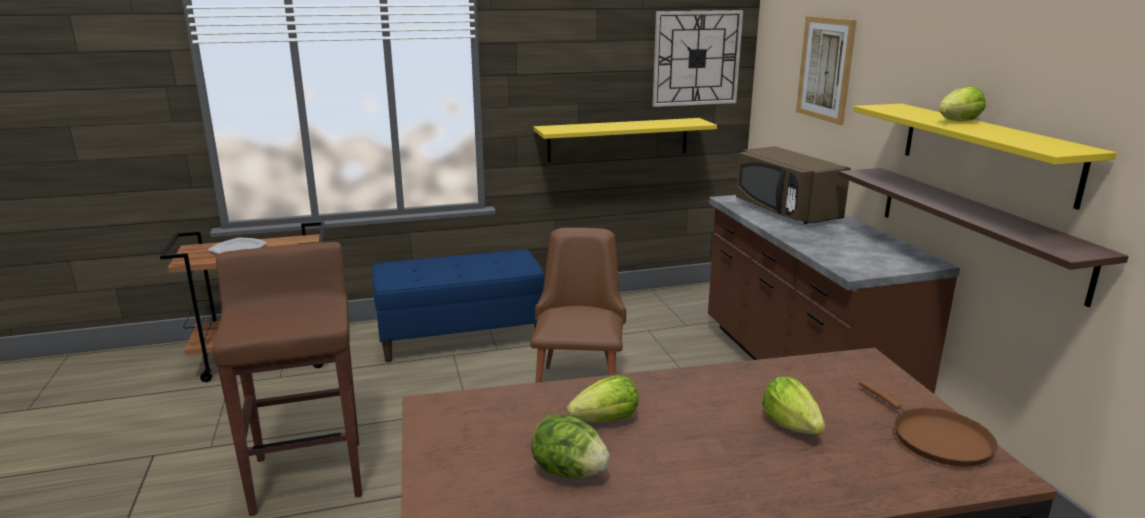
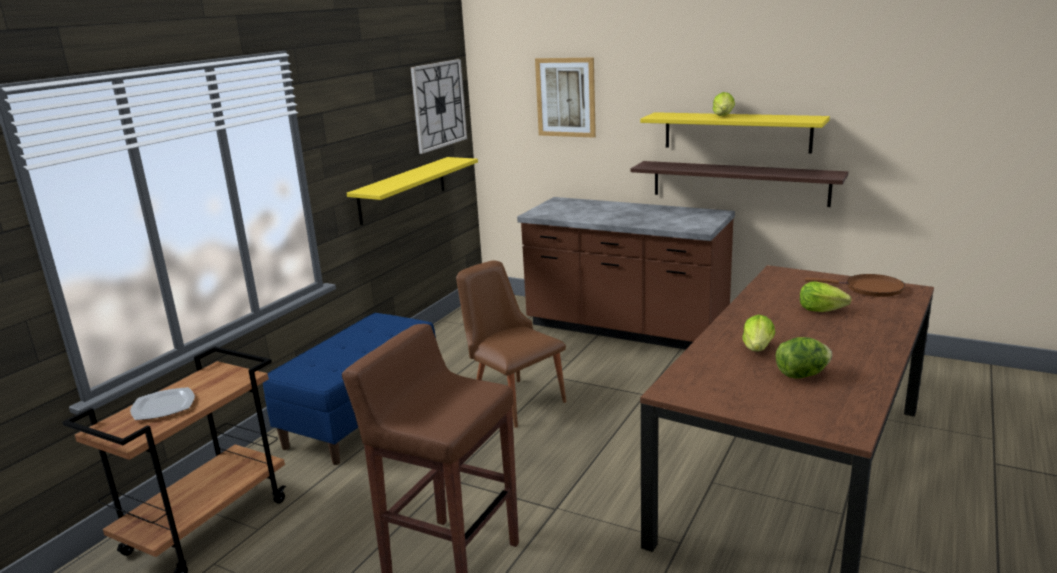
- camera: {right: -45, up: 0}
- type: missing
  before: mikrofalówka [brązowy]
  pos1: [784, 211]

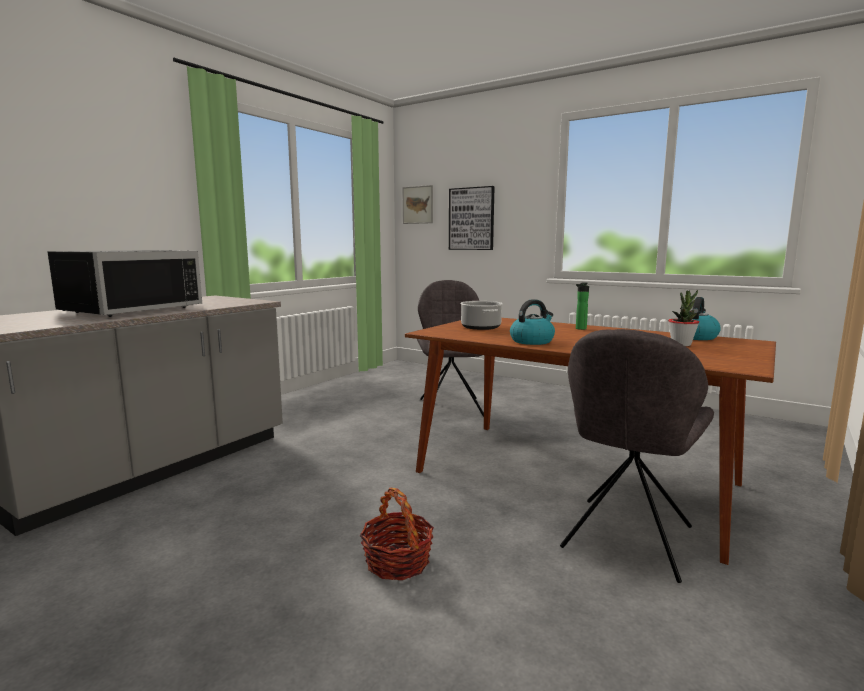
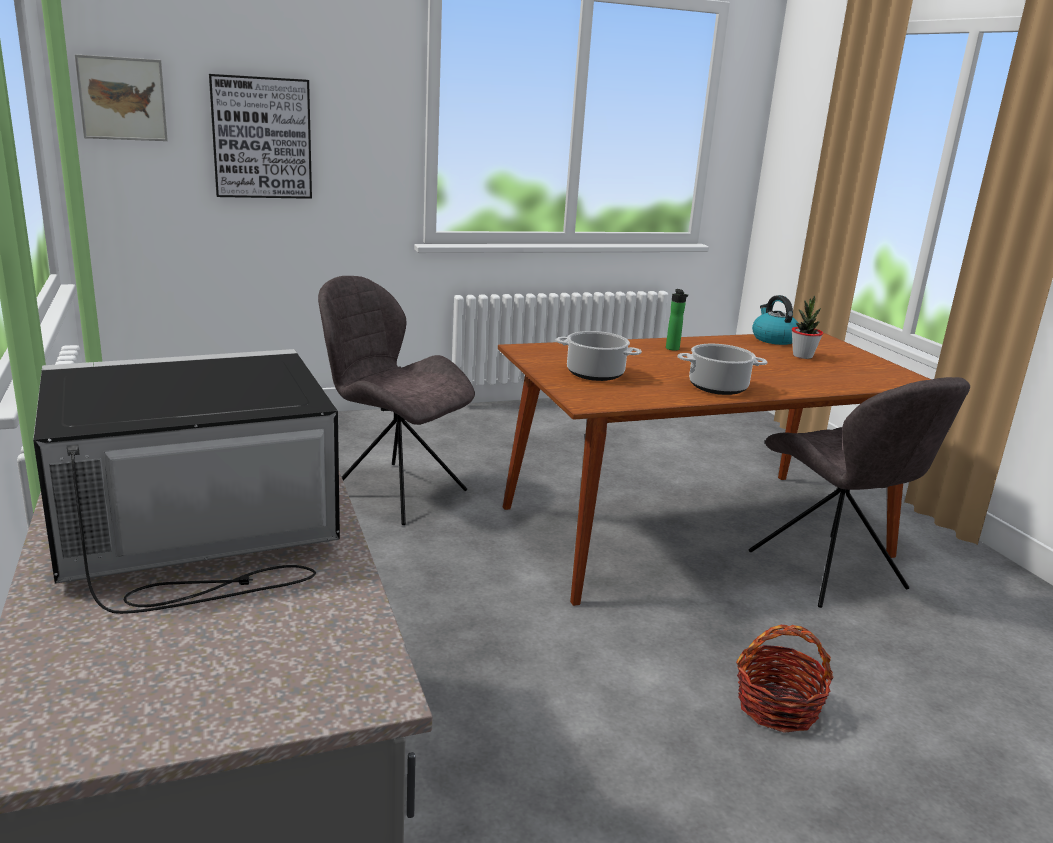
- camera: {right: -55, up: 10}
- type: exchanged
  before: czajnik
  after: garnek
  pos1: [532, 341]
  pos2: [717, 387]
- type: spun
  before: mikrofalówka [czarny]
  pos1: [128, 309]
  pos2: [195, 532]
  turn: -90

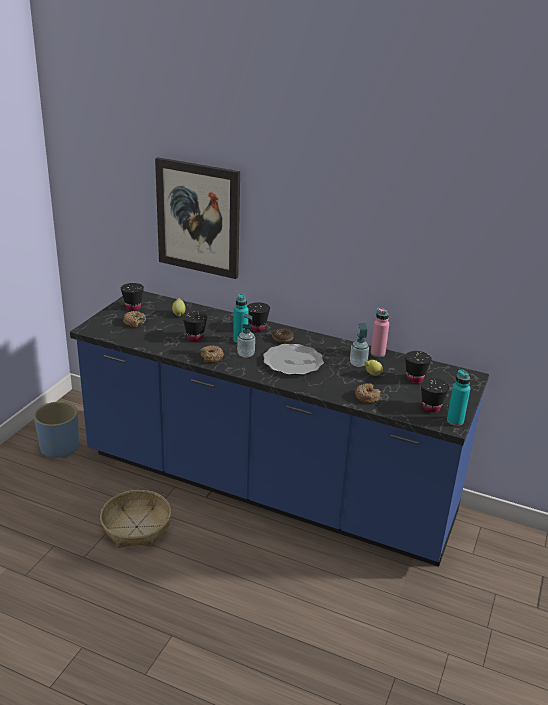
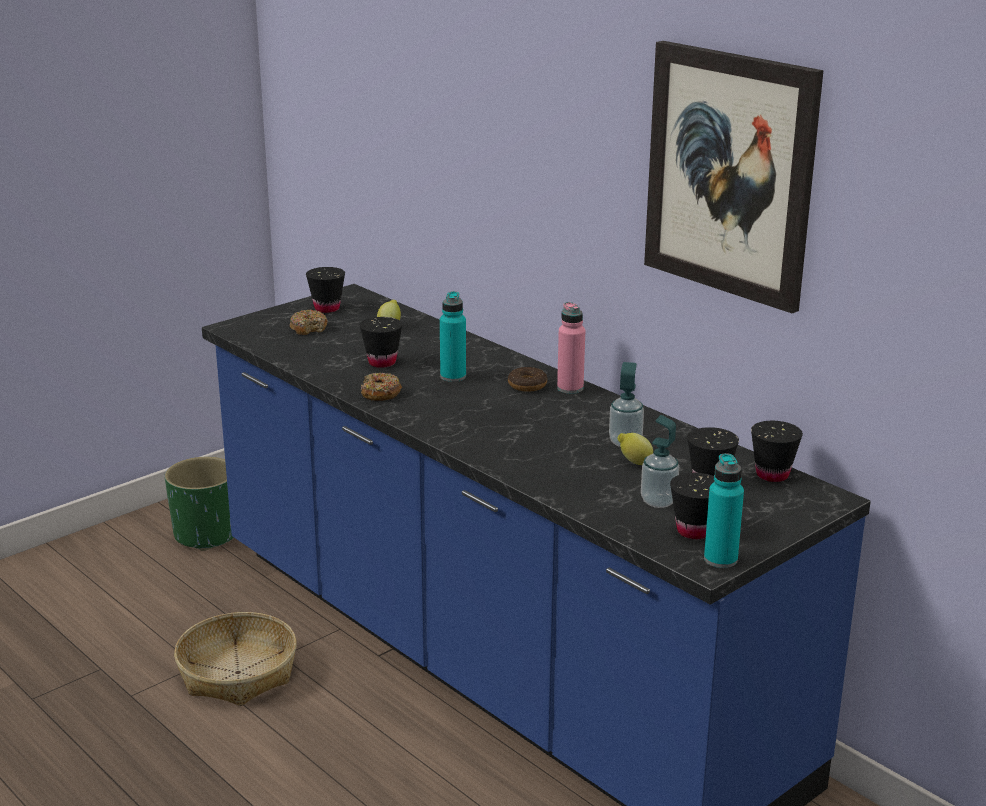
- camera: {right: 25, up: -5}
- type: missing
  before: talerz
  pos1: [292, 362]
- type: missing
  before: donut
  pos1: [367, 397]
- type: relocated
  before: obraz
  pos1: [198, 218]
  pos2: [730, 174]
- type: relocated
  before: dozownik mydła
  pos1: [246, 354]
  pos2: [658, 501]
- type: relocated
  before: filiżanka [czarny]
  pos1: [257, 328]
  pos2: [772, 475]
- type: relocated
  before: butelka [różowy]
  pos1: [377, 354]
  pos2: [570, 388]
- type: colour
  before: donica [niebieski]
  after: donica [zielony]
  pos1: [60, 448]
  pos2: [207, 535]

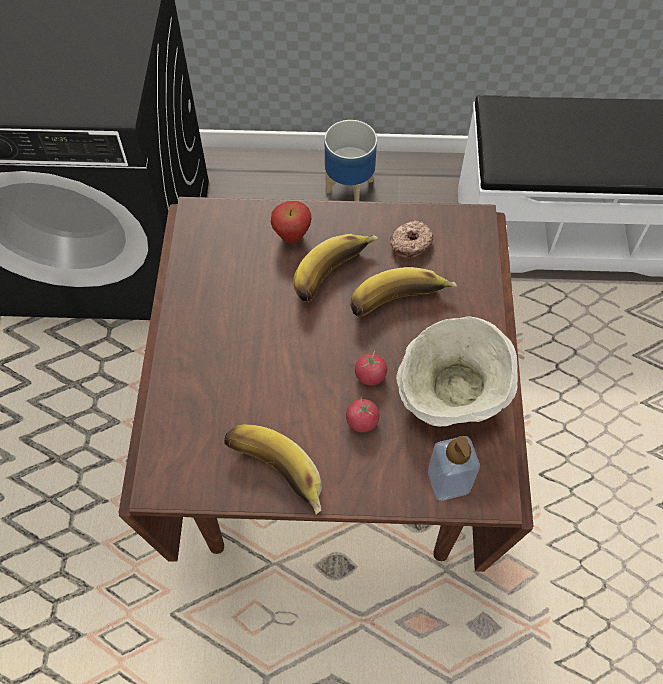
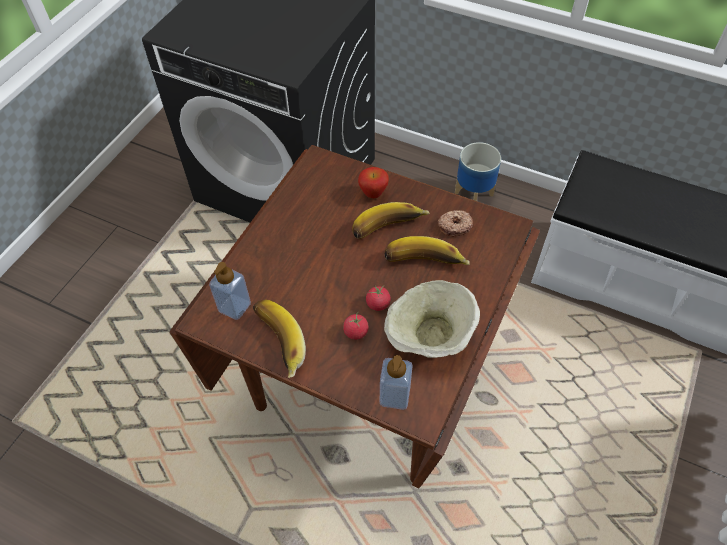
- camera: {right: 25, up: -5}
- type: appeared
  after: dozownik mydła
  pos2: [234, 307]

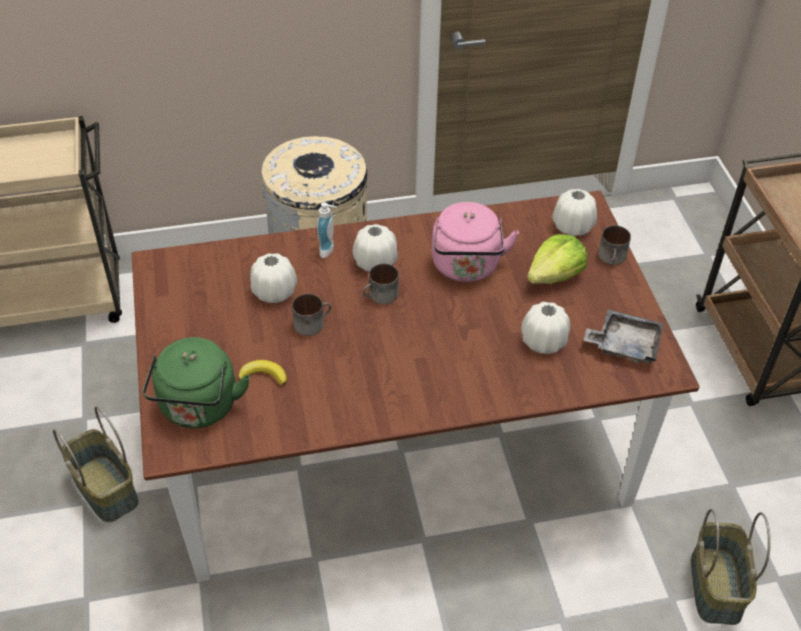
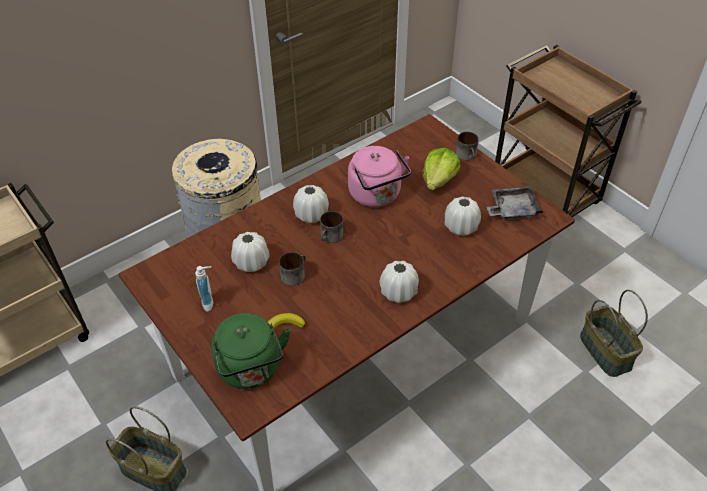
- camera: {right: -25, up: 0}
- type: relocated
  before: dozownik mydła
  pos1: [329, 250]
  pos2: [210, 302]
- type: relocated
  before: wazon [biały]
  pos1: [572, 226]
  pos2: [398, 292]

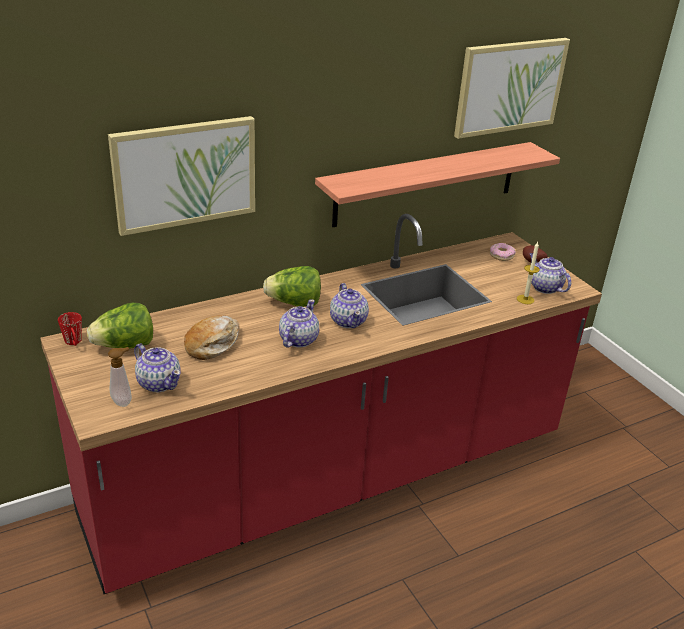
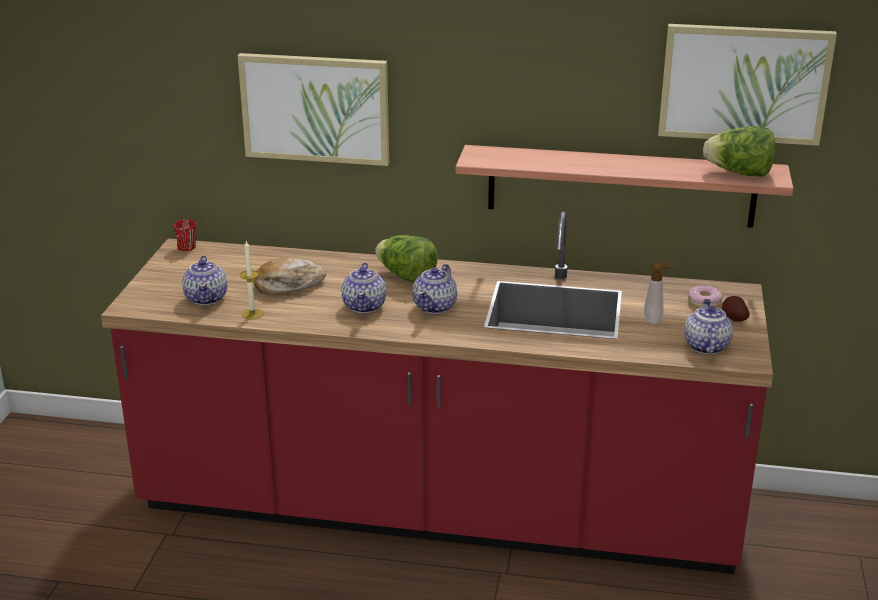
- camera: {right: 40, up: -5}
- type: relocated
  before: sałata
  pos1: [125, 346]
  pos2: [739, 173]
- type: relocated
  before: dozownik mydła
  pos1: [123, 401]
  pos2: [654, 320]
- type: relocated
  before: świeca
  pos1: [525, 299]
  pos2: [252, 314]
- type: spun
  before: imbryk
  pos1: [298, 340]
  pos2: [364, 306]
  turn: 120

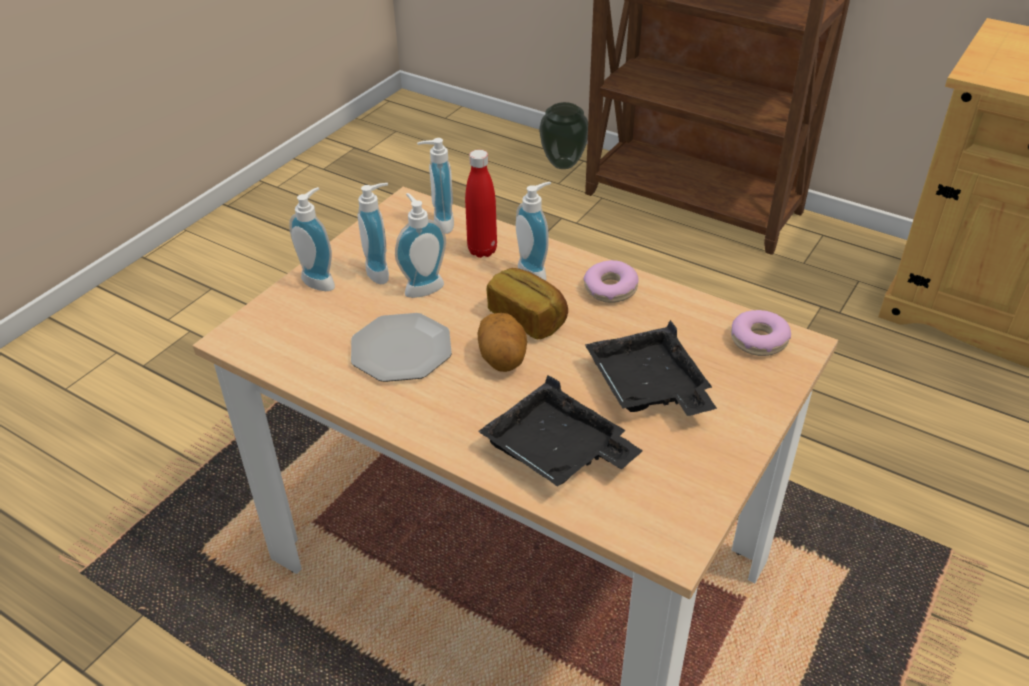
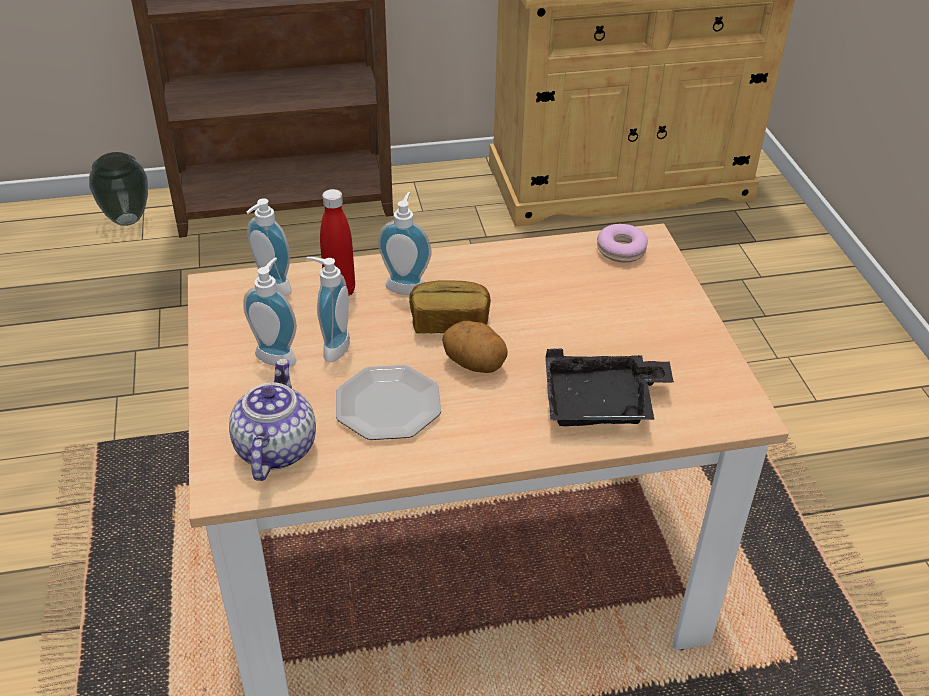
- camera: {right: -45, up: 0}
- type: missing
  before: dozownik mydła
  pos1: [321, 280]
- type: missing
  before: donut
  pos1: [610, 289]
- type: missing
  before: taca [czarny]
  pos1: [648, 387]
- type: appeared
  after: imbryk
  pos2: [274, 448]

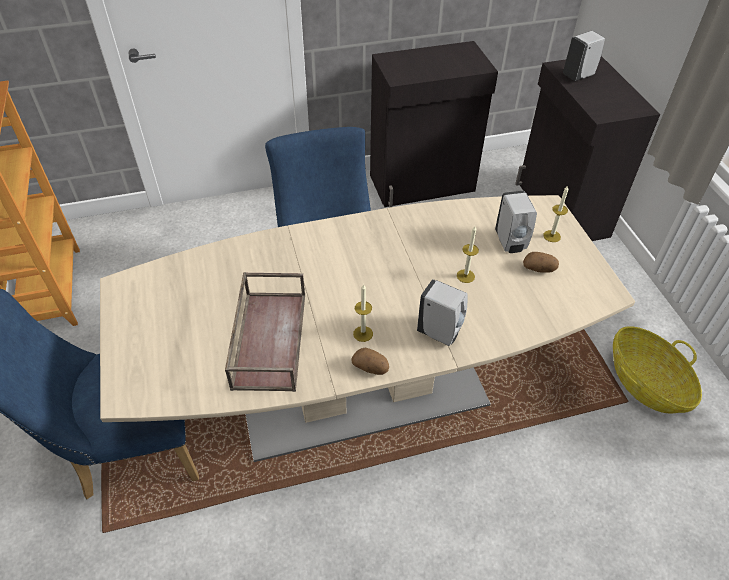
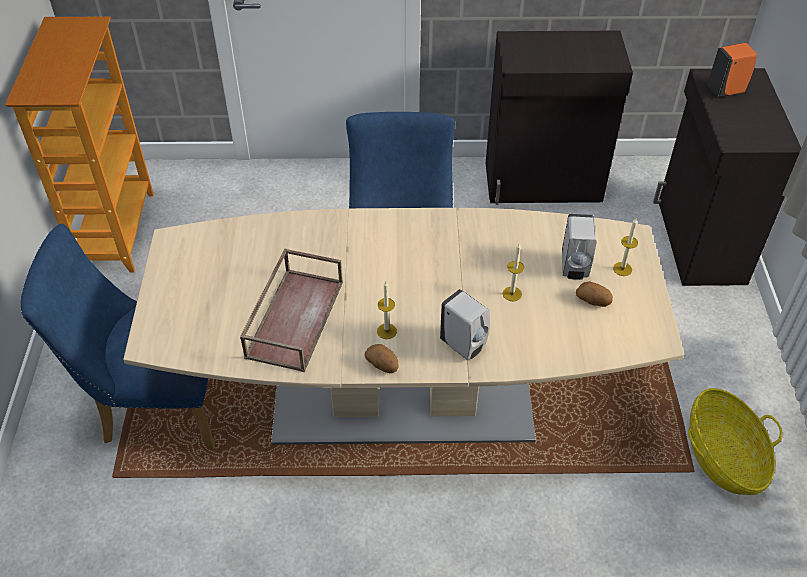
- camera: {right: 15, up: 0}
- type: colour
  before: dozownik mydła [biały]
  after: dozownik mydła [pomarańczowy]
  pos1: [579, 75]
  pos2: [726, 91]

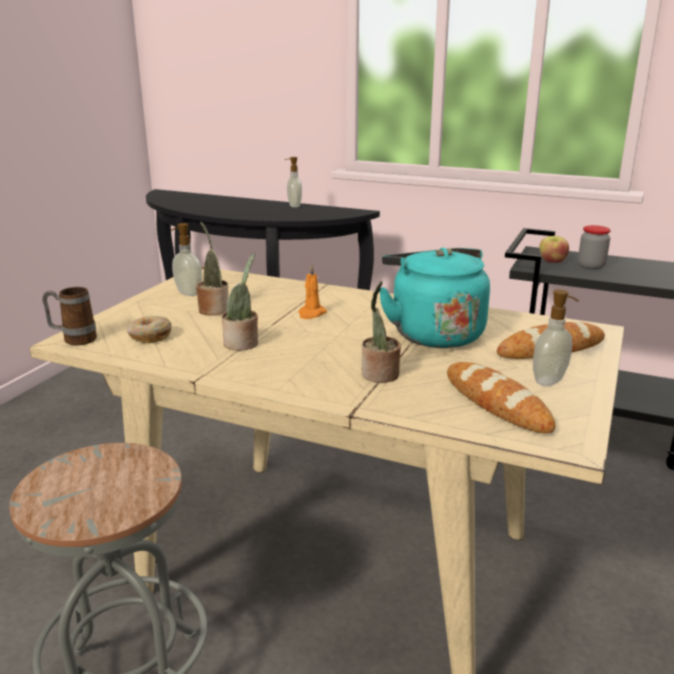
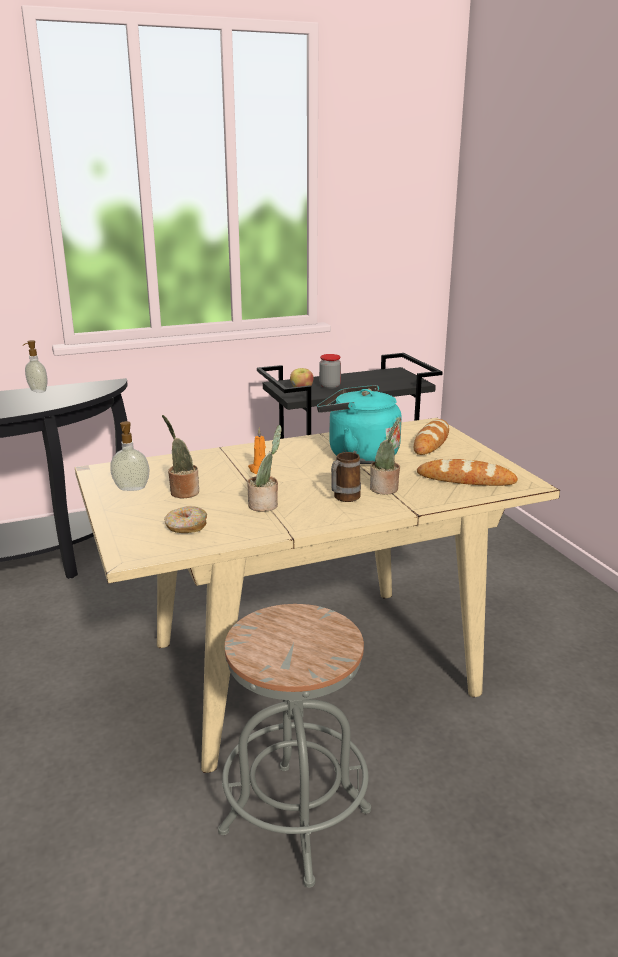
- camera: {right: -45, up: 0}
- type: missing
  before: dozownik mydła
  pos1: [550, 381]
- type: relocated
  before: kubek
  pos1: [73, 340]
  pos2: [343, 499]

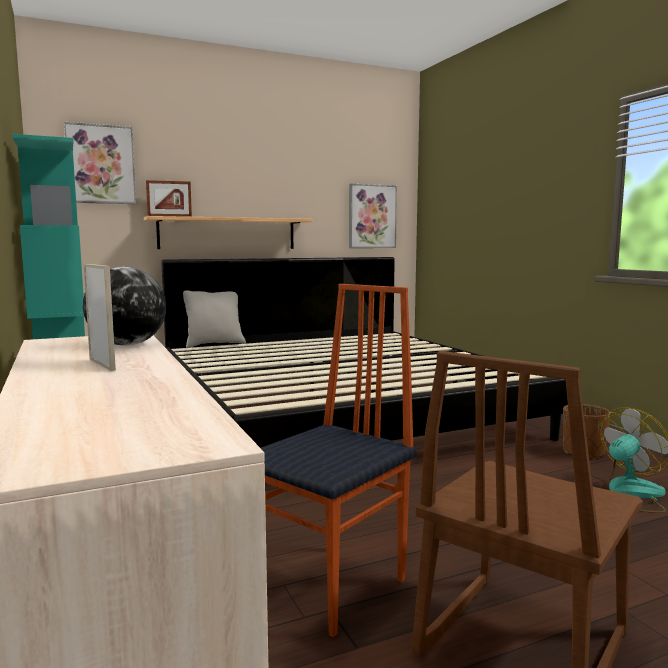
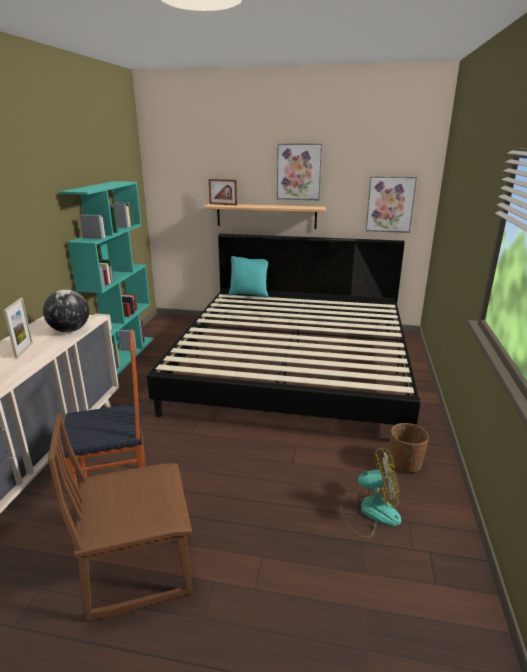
- camera: {right: 35, up: 15}
- type: relocated
  before: obraz
  pos1: [100, 164]
  pos2: [298, 172]
- type: colour
  before: poduszka [szary]
  after: poduszka [turkusowy]
  pos1: [214, 344]
  pos2: [249, 294]

